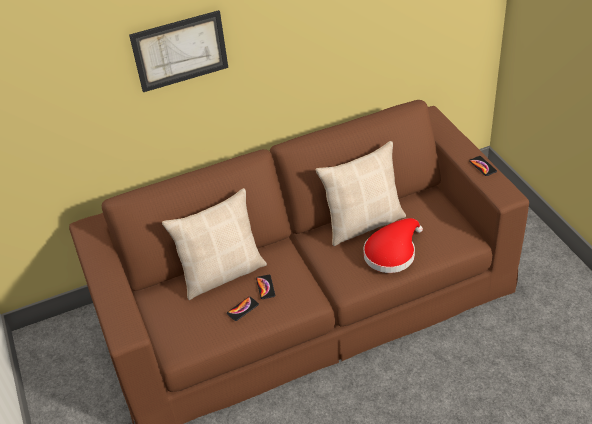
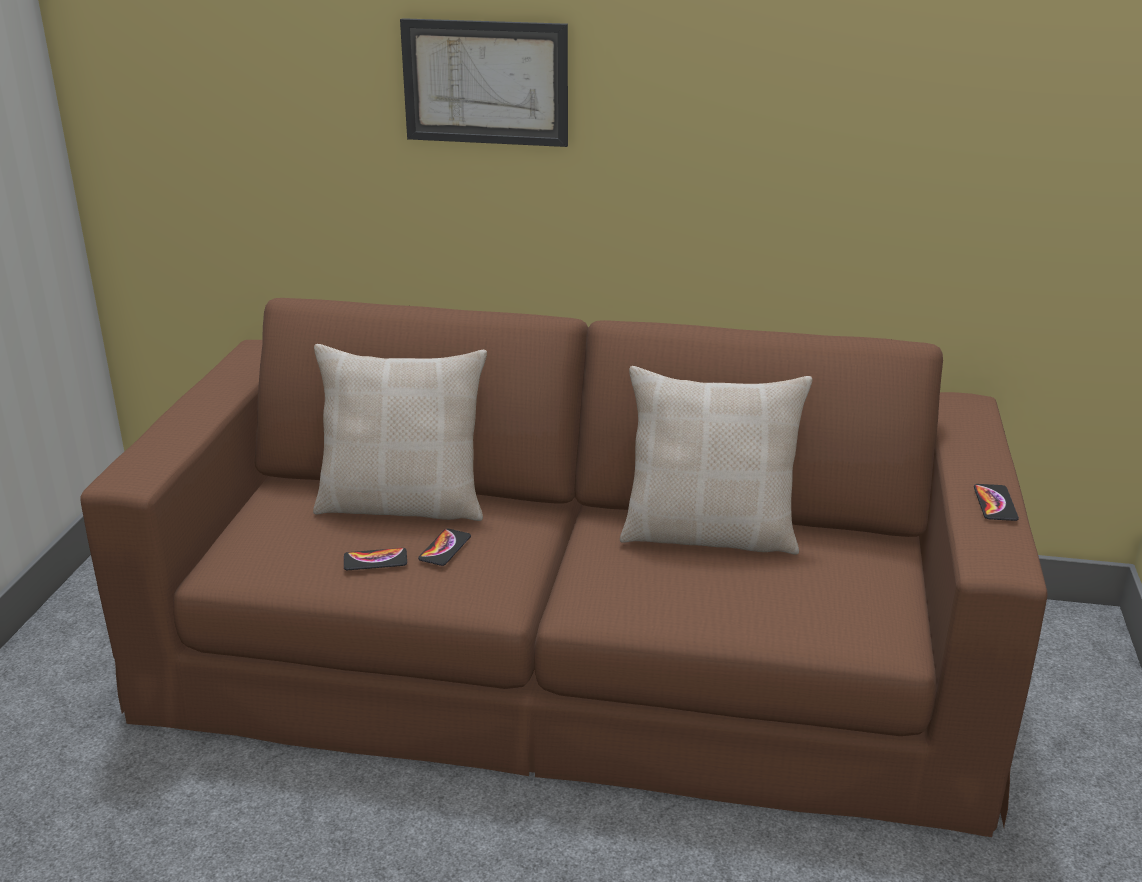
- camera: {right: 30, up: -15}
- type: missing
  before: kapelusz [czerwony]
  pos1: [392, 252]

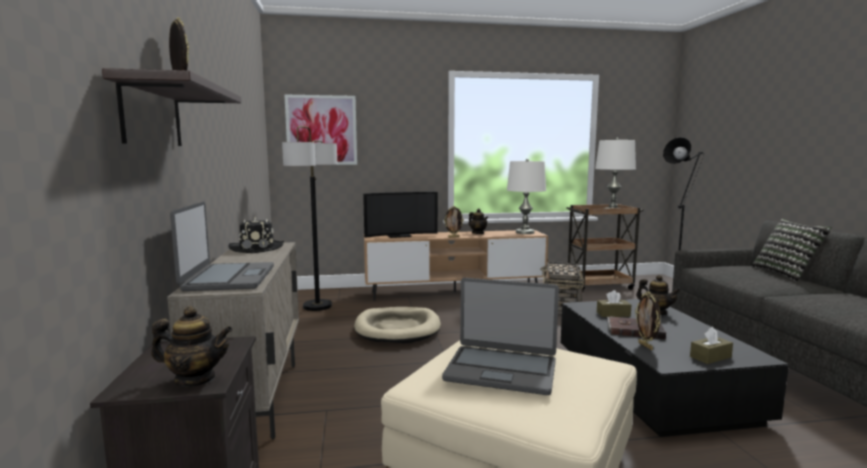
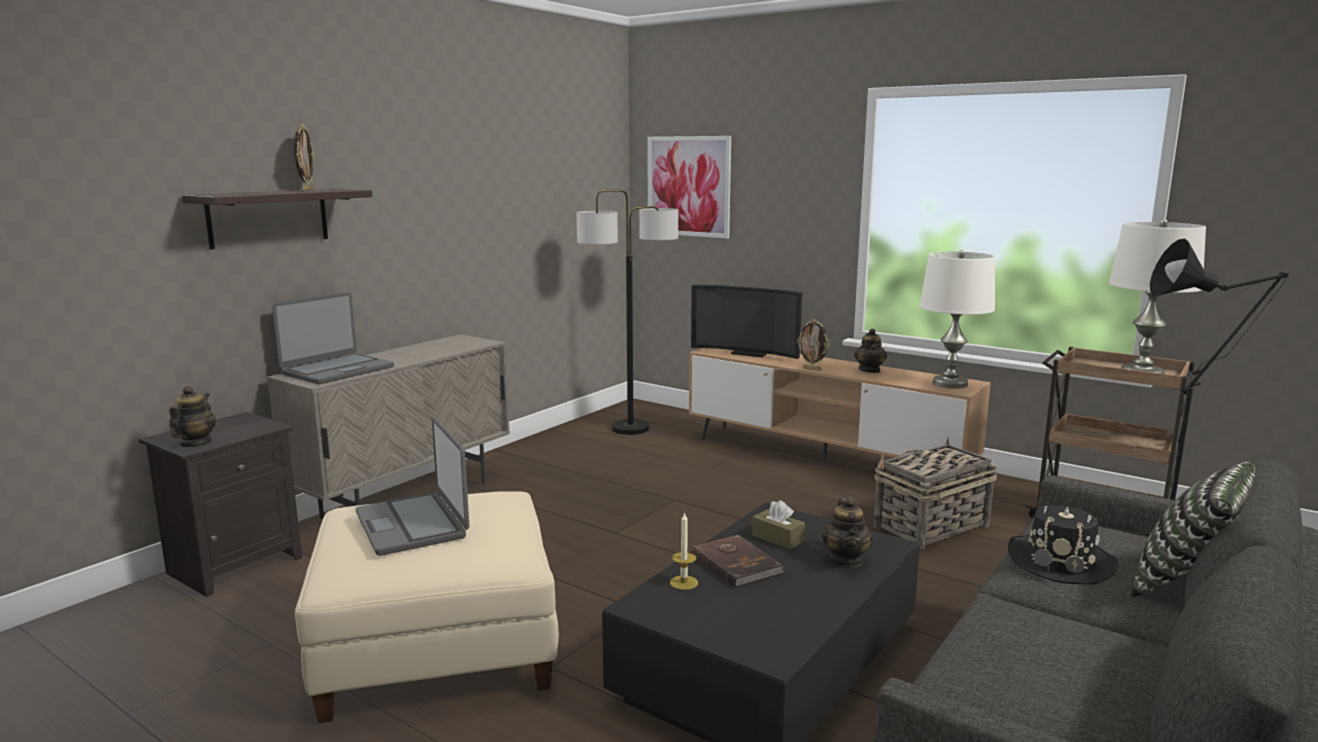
- camera: {right: 45, up: 5}
- type: missing
  before: legowisko [beżowy]
  pos1: [397, 328]
- type: missing
  before: pudełko chusteczek [brązowy]
  pos1: [710, 357]
- type: relocated
  before: kapelusz [czarny]
  pos1: [257, 248]
  pos2: [1061, 561]
- type: exchanged
  before: ramka na zdjęcie
  after: świeca
  pos1: [646, 346]
  pos2: [684, 582]
- type: spun
  before: imbryk
  pos1: [195, 379]
  pos2: [194, 443]
  turn: -135

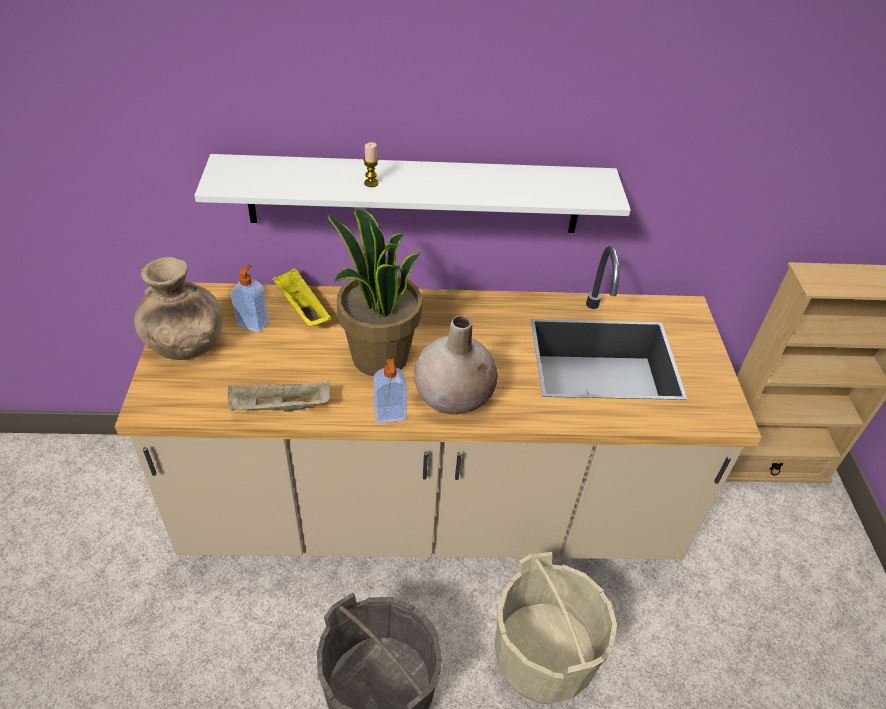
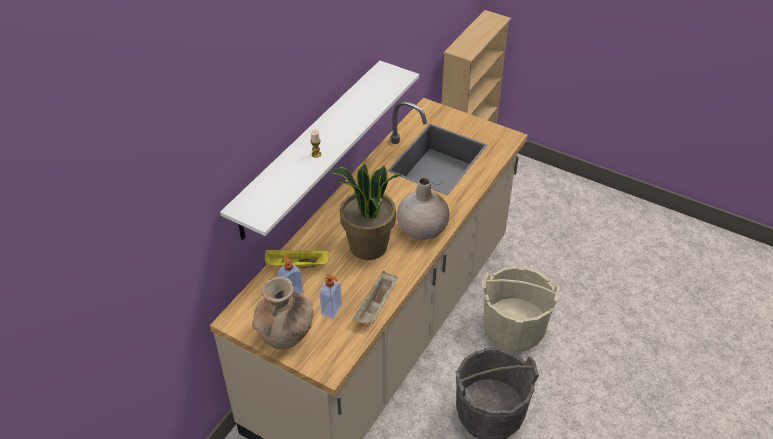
- camera: {right: -55, up: 0}
- type: relocated
  before: dozownik mydła
  pos1: [390, 415]
  pos2: [332, 310]

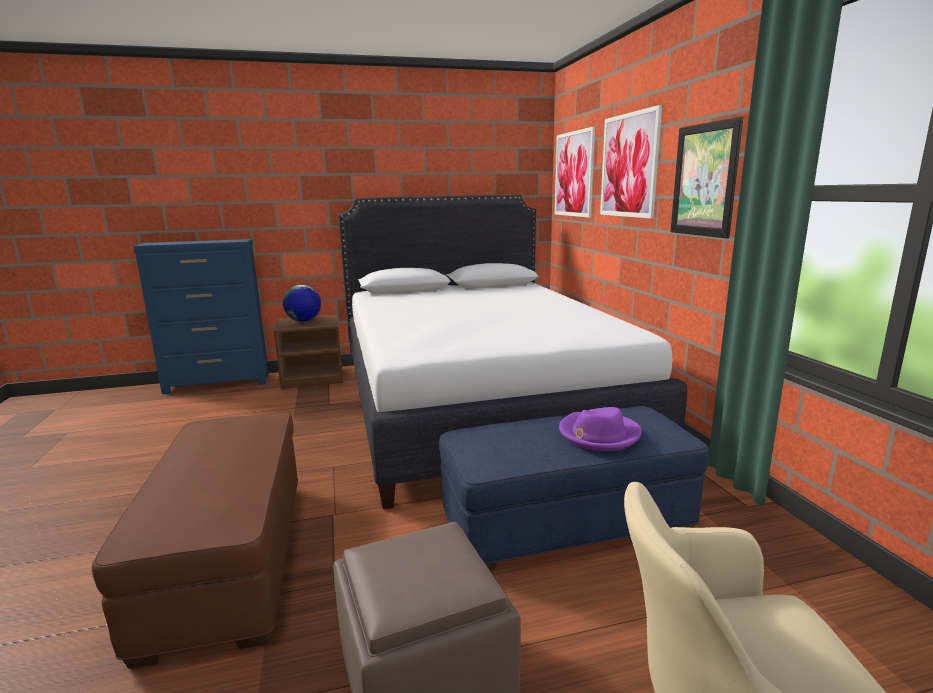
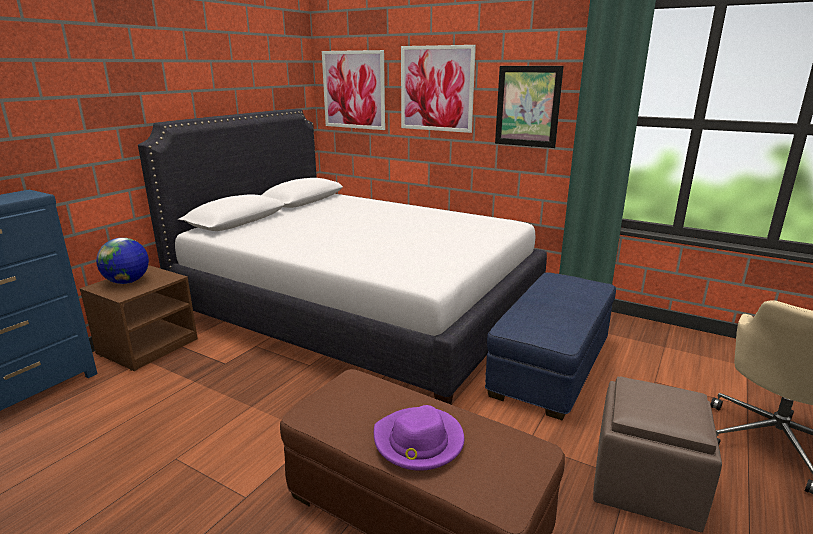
- camera: {right: -45, up: 5}
- type: relocated
  before: kapelusz [fioletowy]
  pos1: [598, 434]
  pos2: [418, 442]

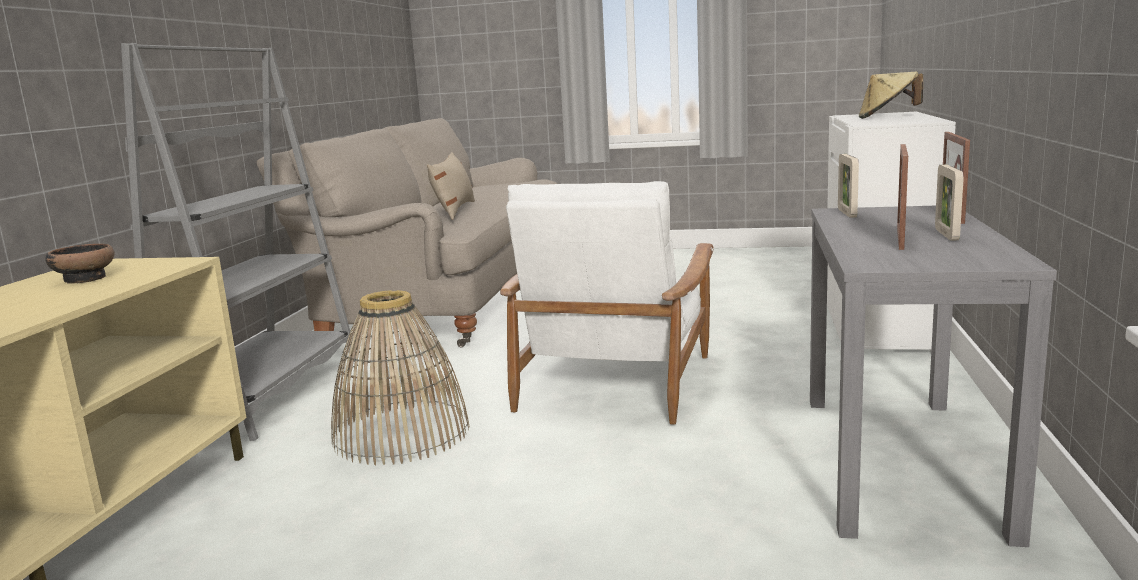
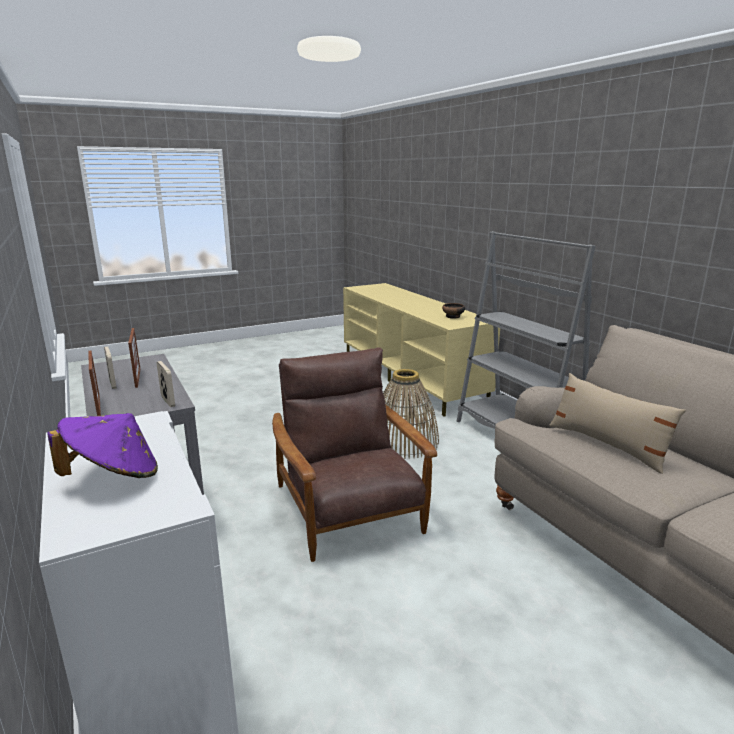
- camera: {right: 140, up: 5}
- type: colour
  before: fotel [biały]
  after: fotel [brązowy]
  pos1: [617, 381]
  pos2: [348, 510]
- type: colour
  before: kapelusz [beżowy]
  after: kapelusz [fioletowy]
  pos1: [887, 117]
  pos2: [113, 476]

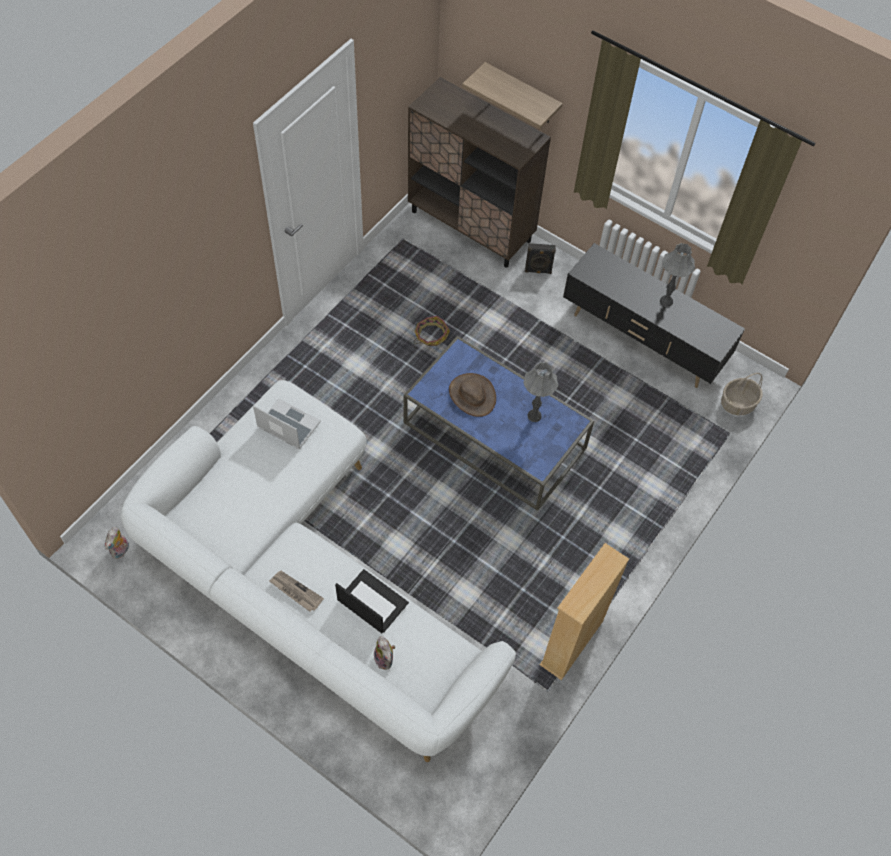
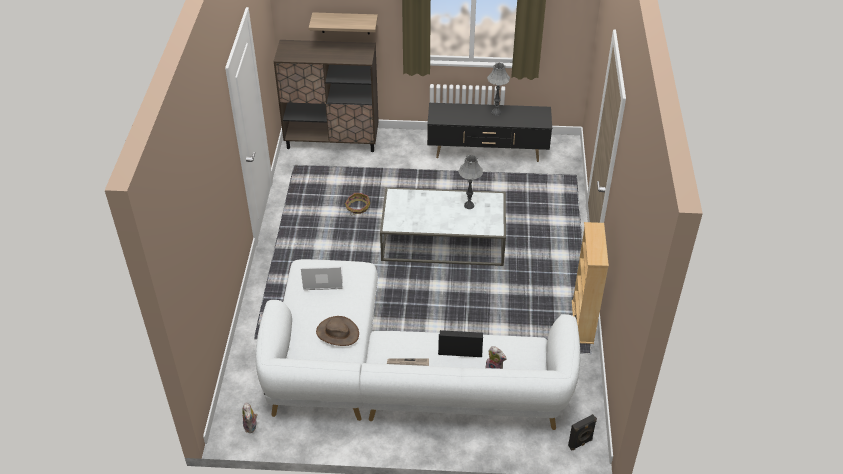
- camera: {right: -30, up: -15}
- type: missing
  before: koszyk
  pos1: [737, 404]
- type: relocated
  before: kapelusz [brązowy]
  pos1: [472, 395]
  pos2: [337, 333]
- type: relocated
  before: głośnik [czarny]
  pos1: [538, 271]
  pos2: [580, 443]
- type: colour
  before: ława [niebieski]
  after: ława [biały]
  pos1: [494, 436]
  pos2: [443, 241]

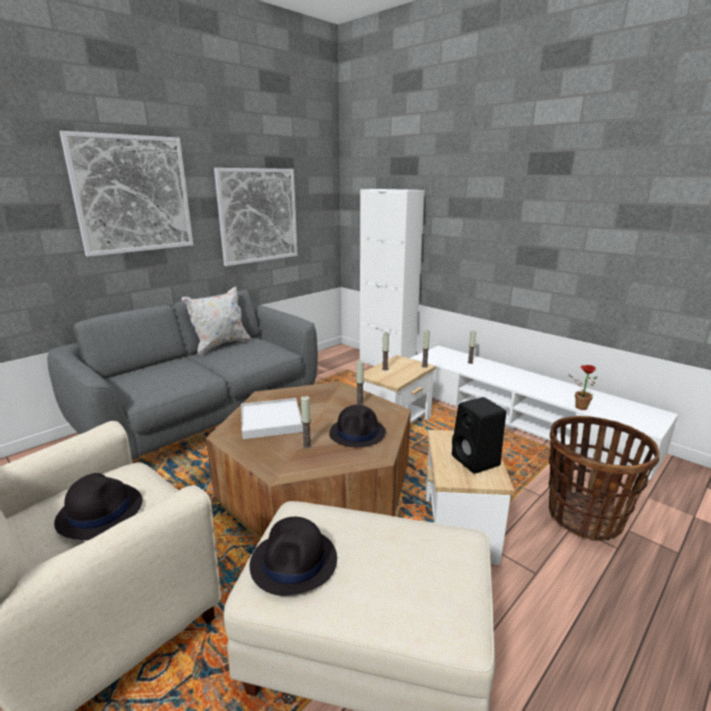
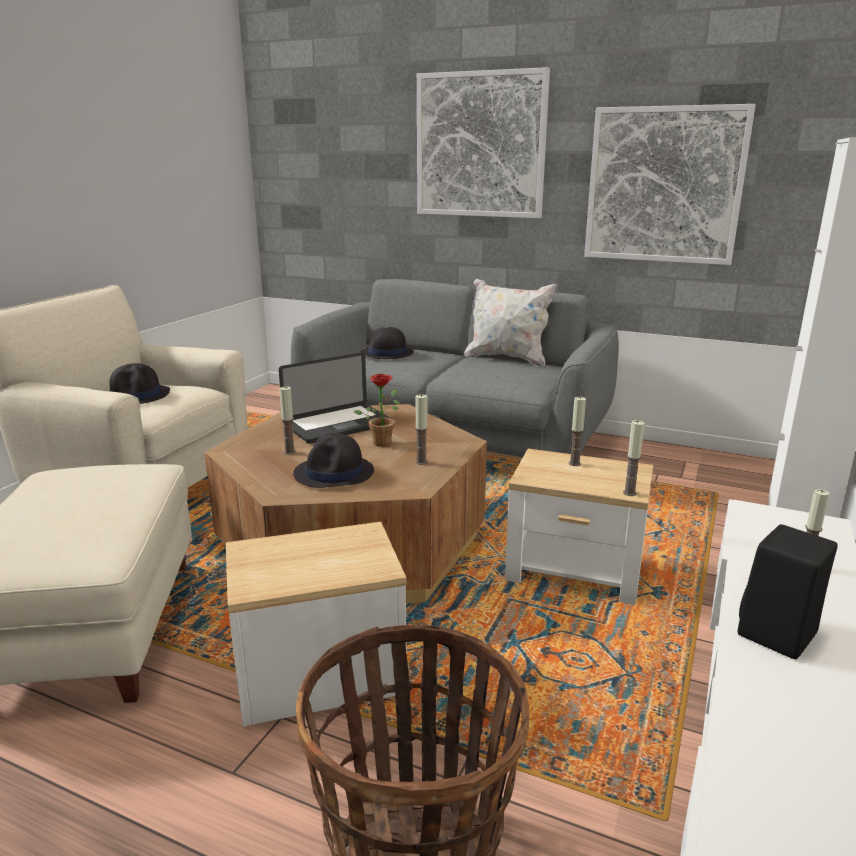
- camera: {right: 70, up: 0}
- type: relocated
  before: kapelusz [czarny]
  pos1: [294, 562]
  pos2: [387, 353]
- type: relocated
  before: głośnik [czarny]
  pos1: [476, 461]
  pos2: [776, 635]
- type: relocated
  before: roślina doniczkowa
  pos1: [578, 406]
  pos2: [383, 441]
- type: exchanged
  before: taca [biały]
  after: laptop
  pos1: [271, 421]
  pos2: [338, 425]

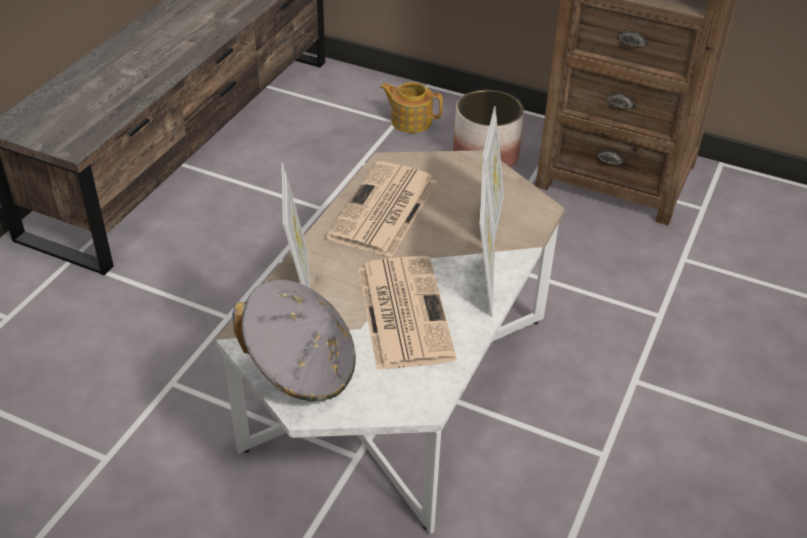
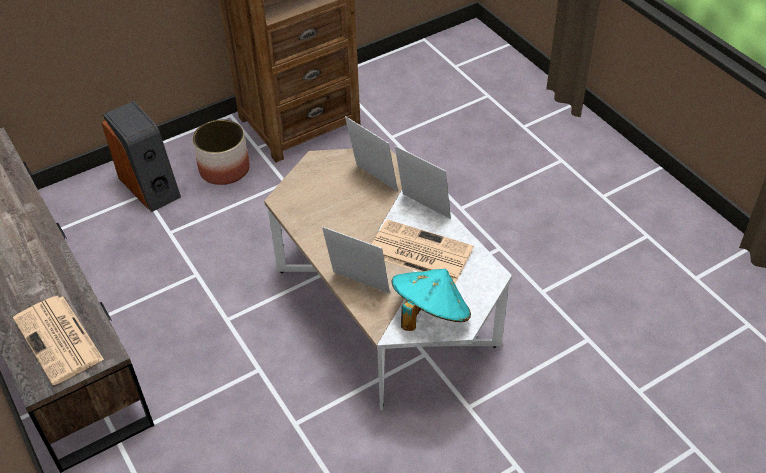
- camera: {right: -55, up: 5}
- type: relocated
  before: gazeta
  pos1: [383, 211]
  pos2: [59, 340]
- type: exchanged
  before: imbryk
  after: głośnik
  pos1: [410, 121]
  pos2: [150, 186]
- type: colour
  before: kapelusz [szary]
  after: kapelusz [turkusowy]
  pos1: [301, 367]
  pos2: [430, 314]

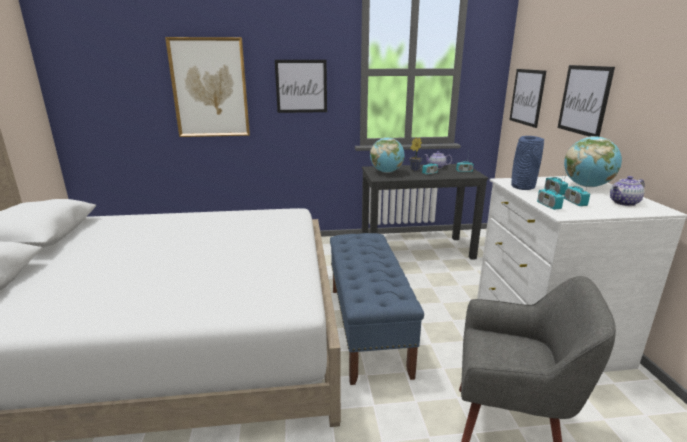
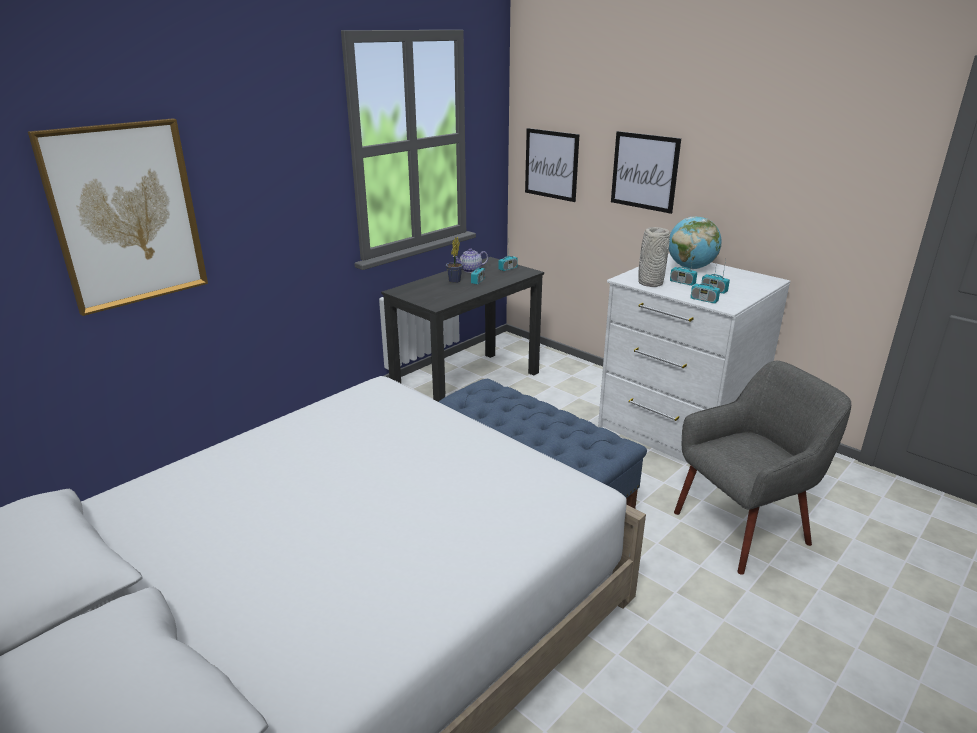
- camera: {right: -40, up: 5}
- type: missing
  before: obraz
  pos1: [301, 86]
- type: missing
  before: globus
  pos1: [386, 172]
- type: missing
  before: imbryk
  pos1: [624, 203]
- type: colour
  before: wazon [niebieski]
  after: wazon [szary]
  pos1: [522, 187]
  pos2: [650, 283]

